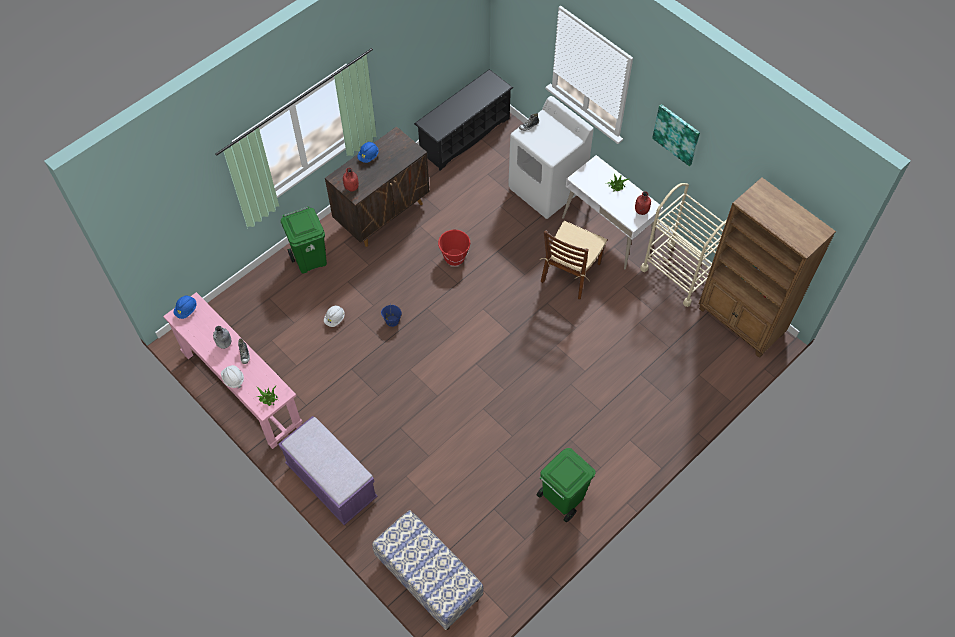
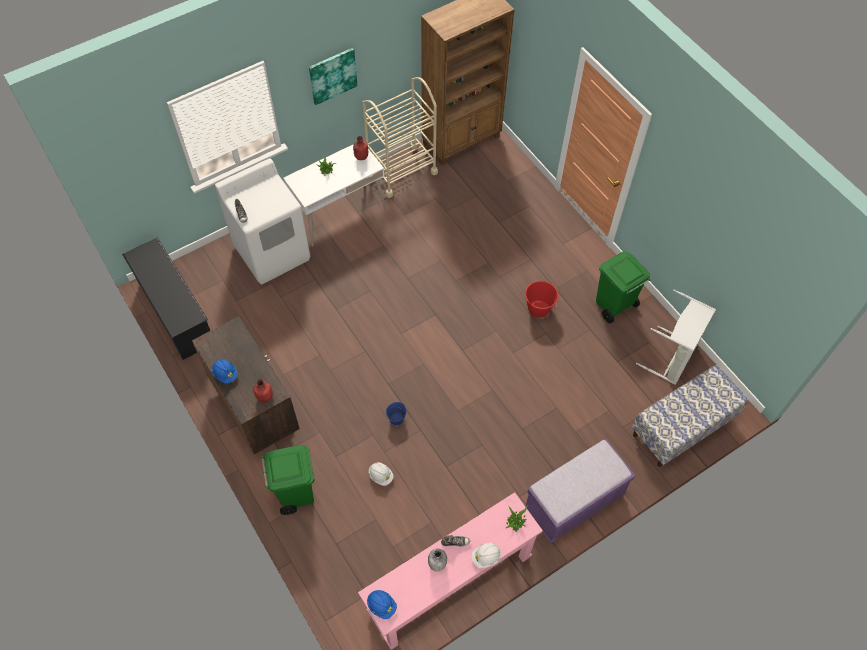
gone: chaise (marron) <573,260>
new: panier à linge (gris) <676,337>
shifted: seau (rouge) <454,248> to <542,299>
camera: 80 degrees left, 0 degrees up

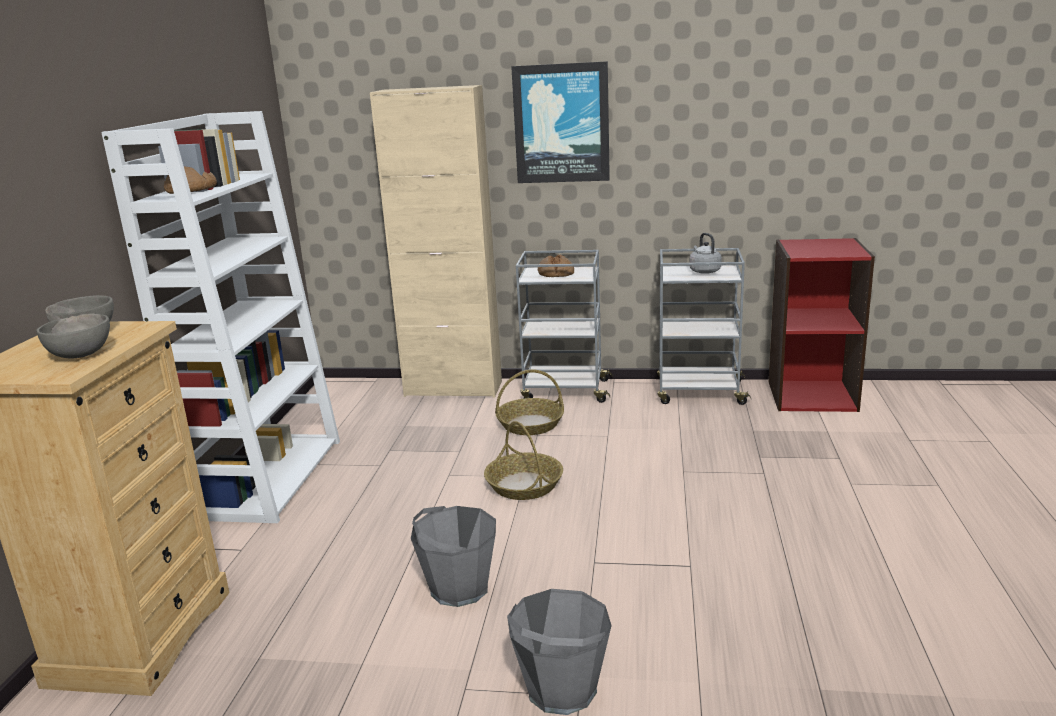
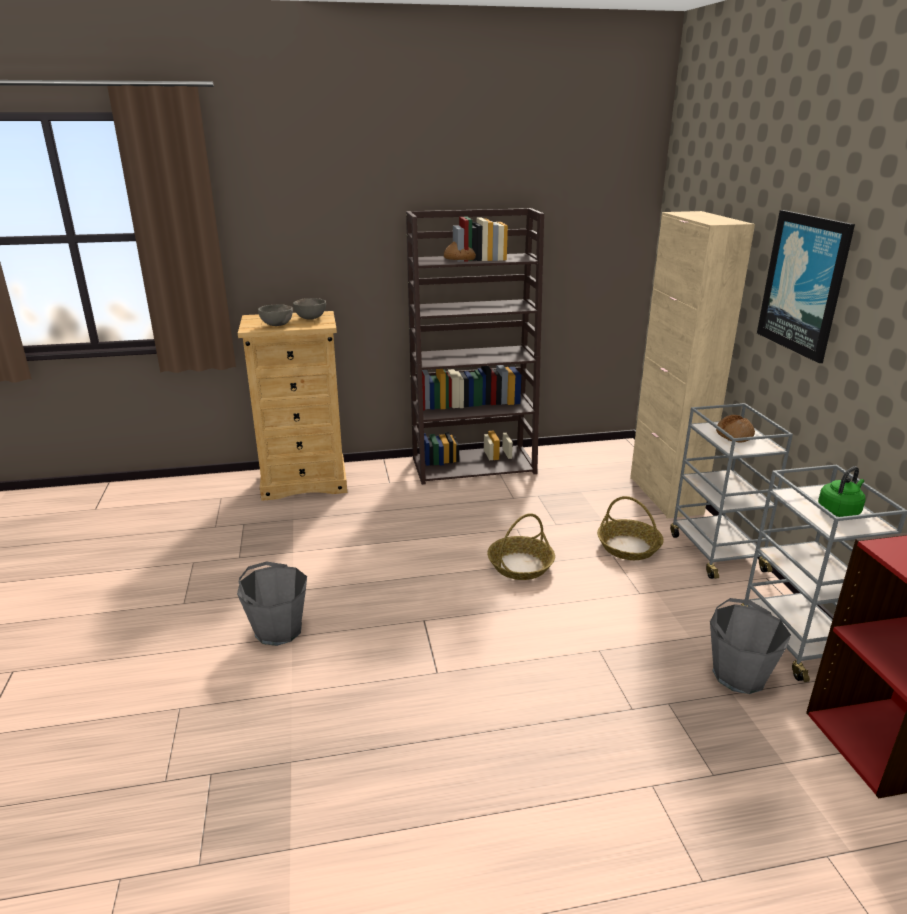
shifted: seau (gris) <453,556> to <750,646>
repainted: bibliothèque (blanc) <220,317> to bibliothèque (marron) <475,346>; bouilloire (gris) <706,253> to bouilloire (vert) <842,491>
camera: 70 degrees right, 5 degrees up

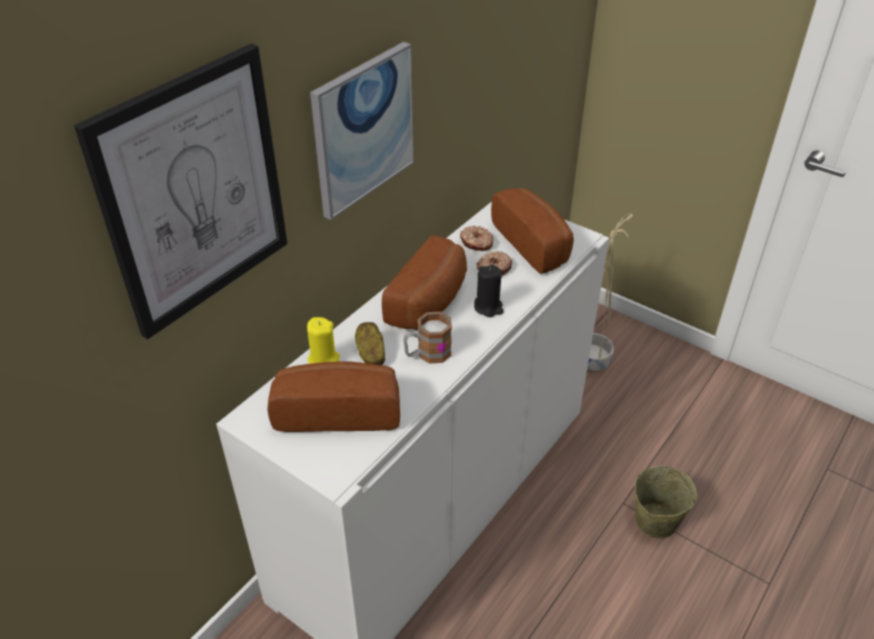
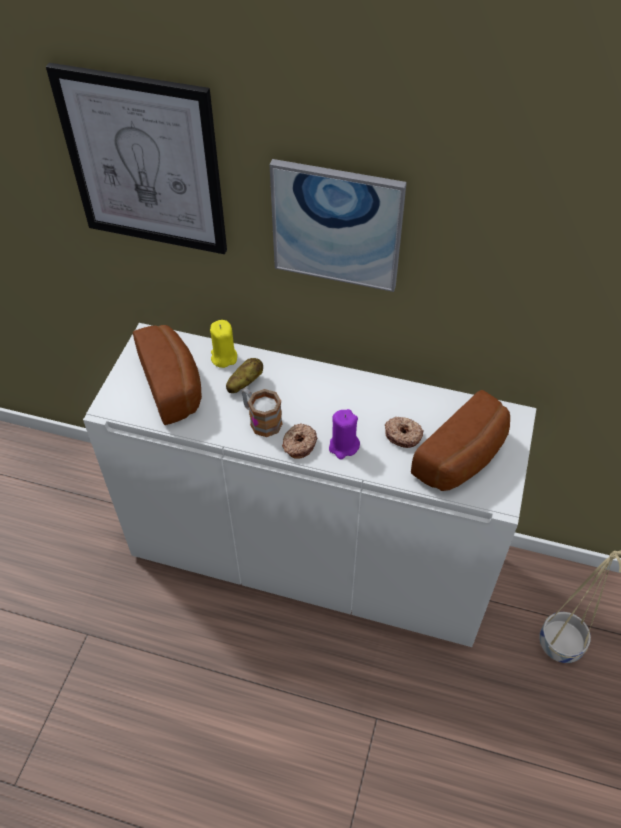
gone: pain <424,282>; seau (beige) <666,502>
shifted: beignet <477,238> to <299,441>
repainted: bougie (noir) <489,291> to bougie (violet) <344,434>
camera: 70 degrees right, 10 degrees up

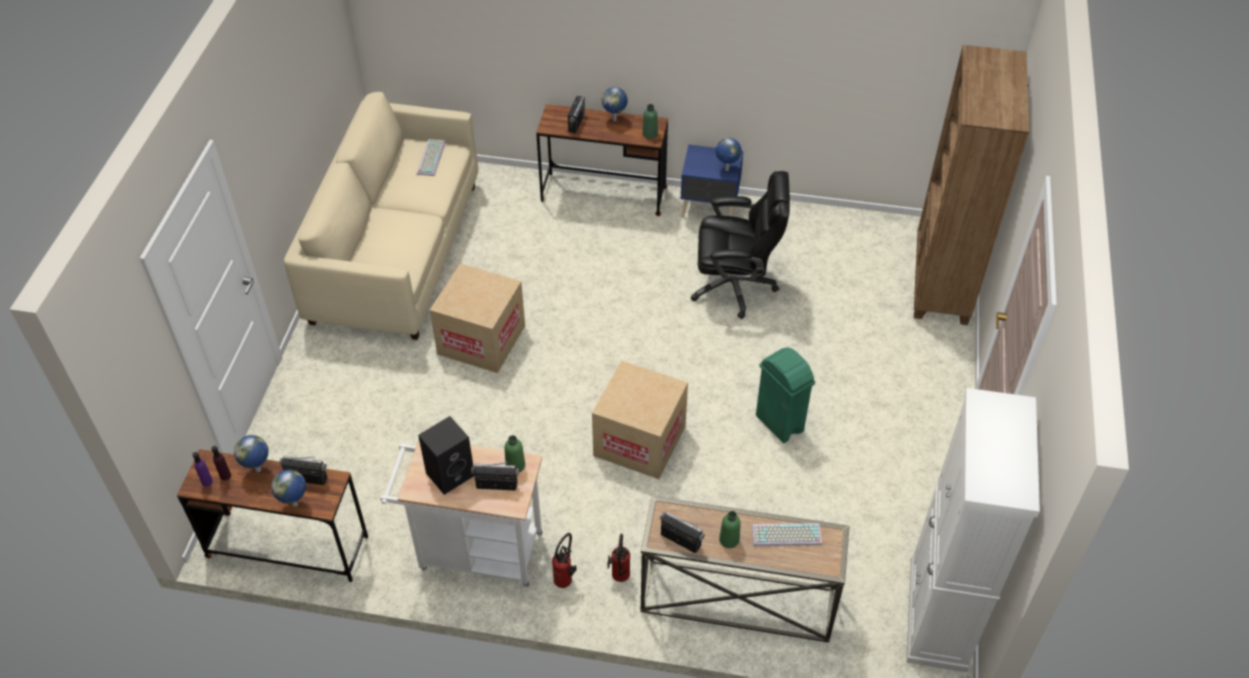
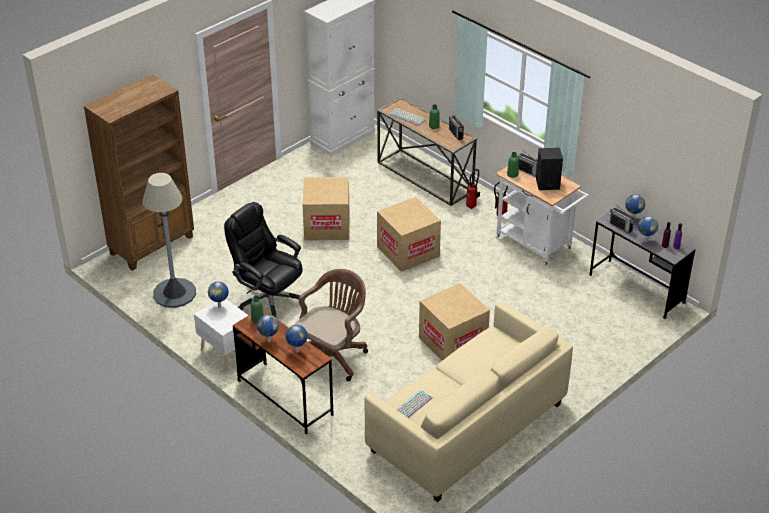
new: lampadaire (gris) <169,240>; chaise de bureau (marron) <331,325>
swapped: radio <576,114> to globe <296,339>; poubelle (vert) <785,395> to carton <326,208>
repainted: table de chevet (bleu) <712,180> to table de chevet (blanc) <221,335>; bureau (marron) <272,515> to bureau (gris) <642,262>
camera: 145 degrees left, 10 degrees down

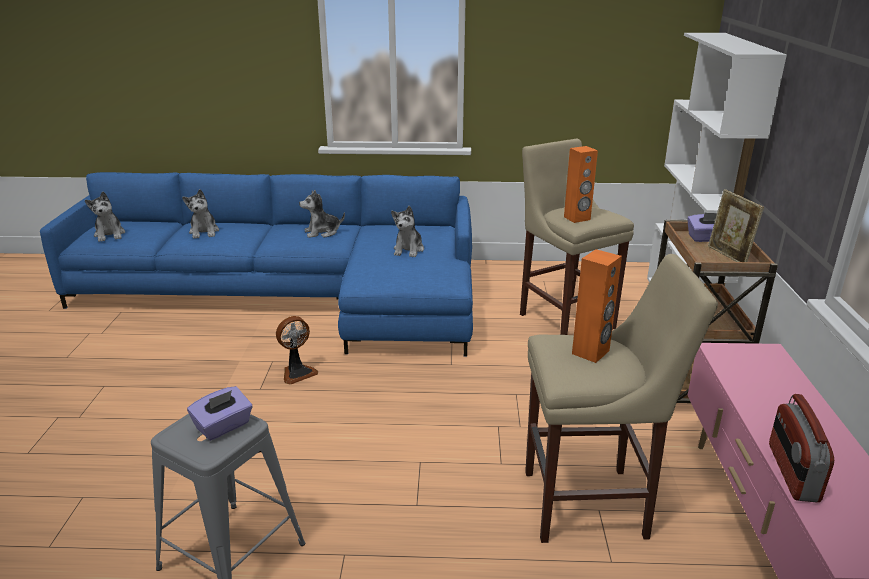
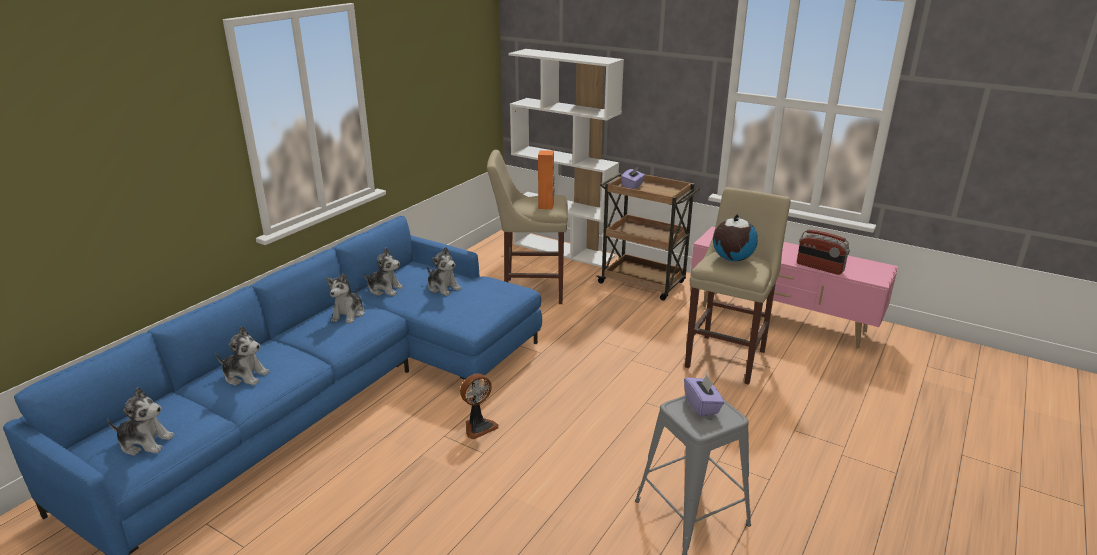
gone: cadre photo <736,225>
new: peluche <384,272>
swapped: enceinte (orange) <597,306> to globe <735,237>
rotated: ventilateur <297,350> = <479,406> 60 degrees clockwise
camera: 60 degrees left, 0 degrees up

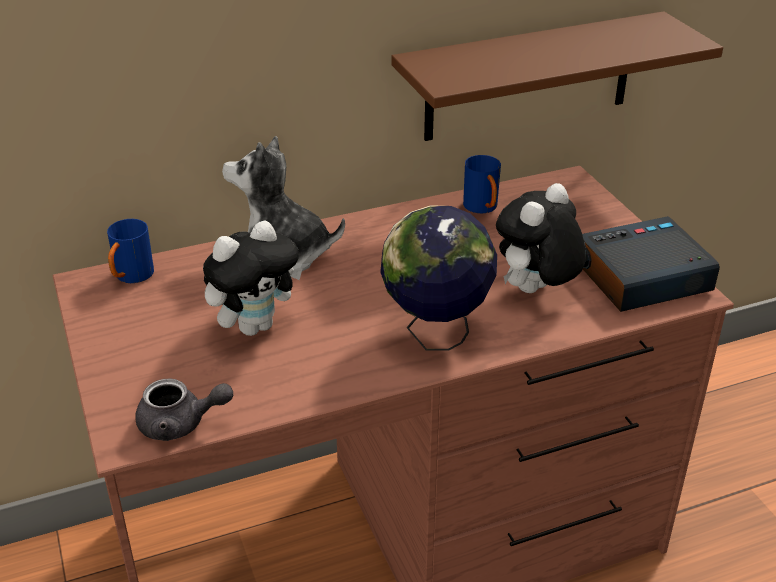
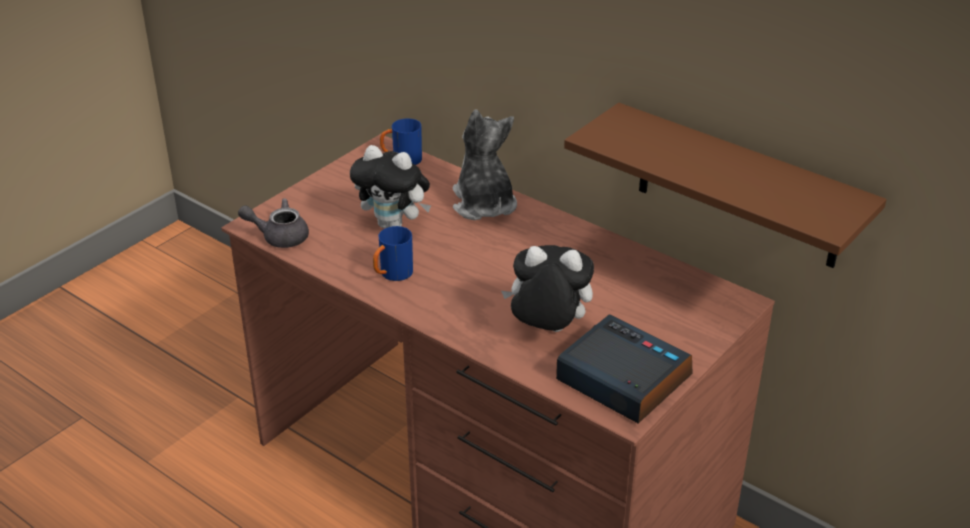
gone: globe <438,278>
shifted: mug (bleu) <482,184> to <393,253>
rotated: théière (gris) <184,409> = <273,223> 120 degrees clockwise
camera: 60 degrees right, 0 degrees up

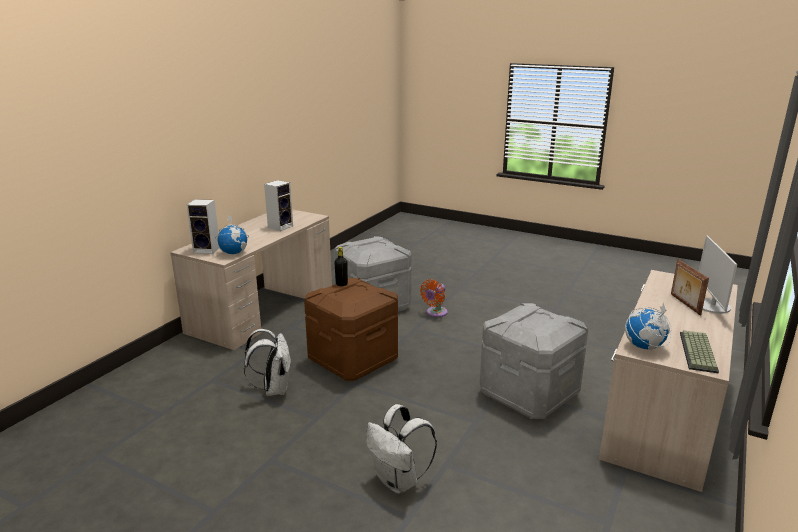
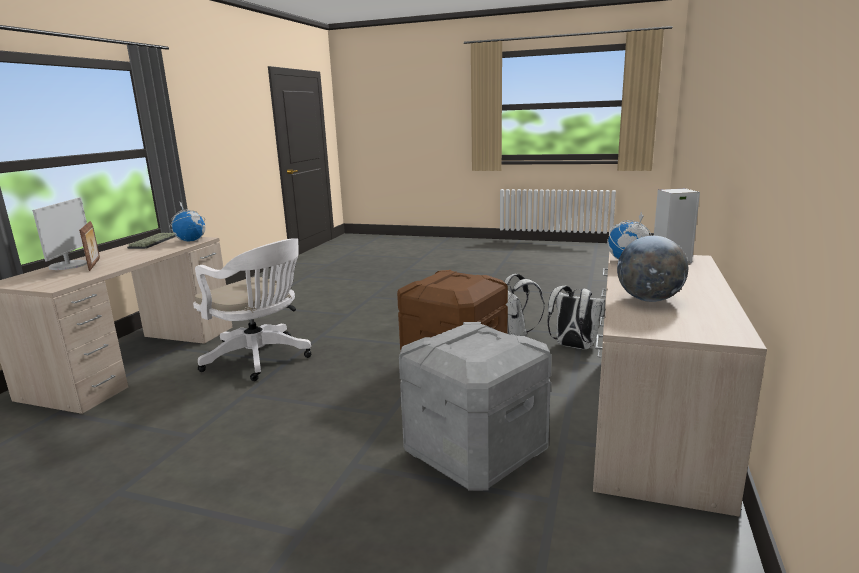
gone: bouteille (noir) <341,266>; ventilateur (orange) <434,298>
shifted: sac à dos (blanc) <401,449> to <576,317>
swapped: boîte de rangement (gris) <534,361> to chaise de bureau (blanc) <252,309>; enceinte <278,205> to globe <652,269>
camera: 170 degrees right, 5 degrees down

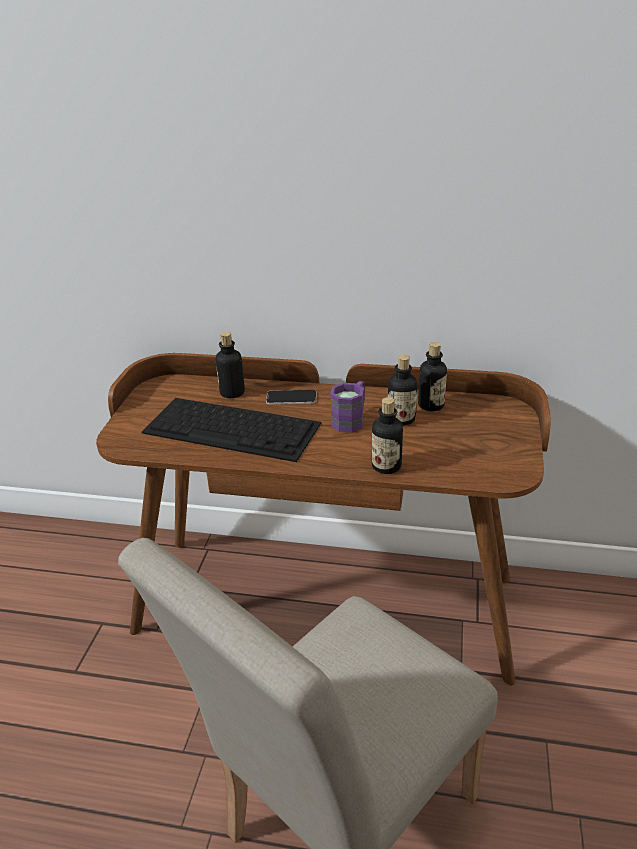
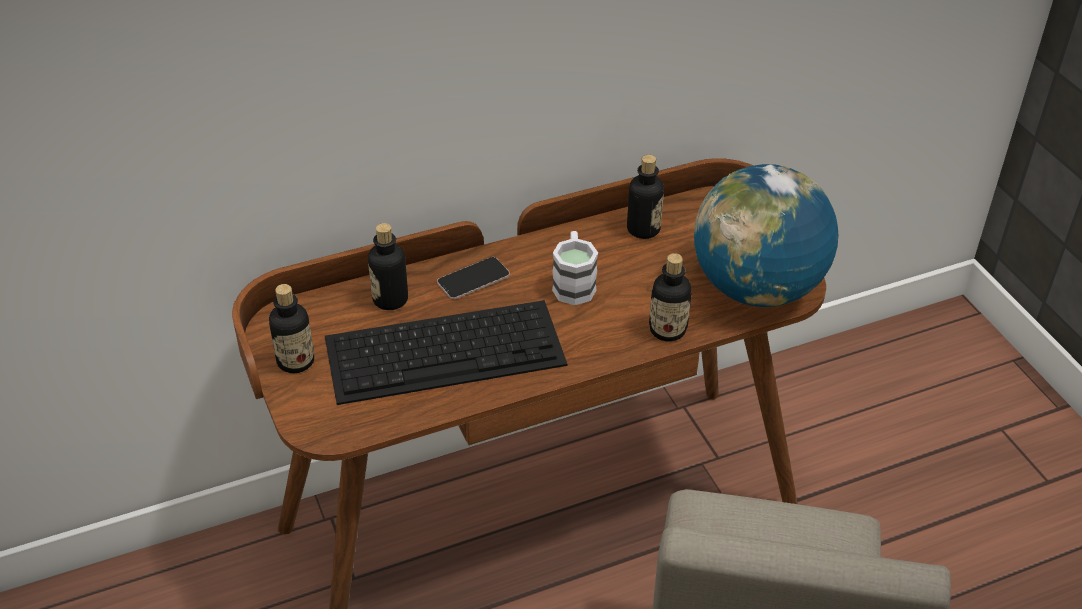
new: globe <766,235>
shifted: bouteille <402,390> to <291,328>
repainted: mug (violet) <347,407> to mug (blanc) <575,268>
camera: 35 degrees left, 10 degrees up

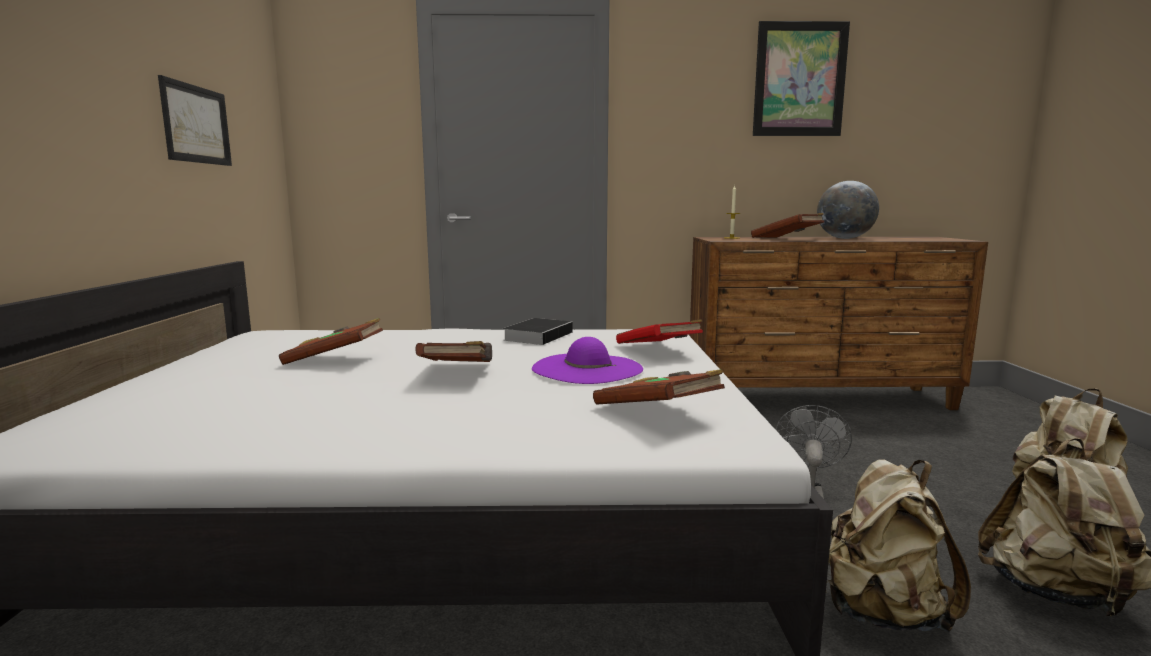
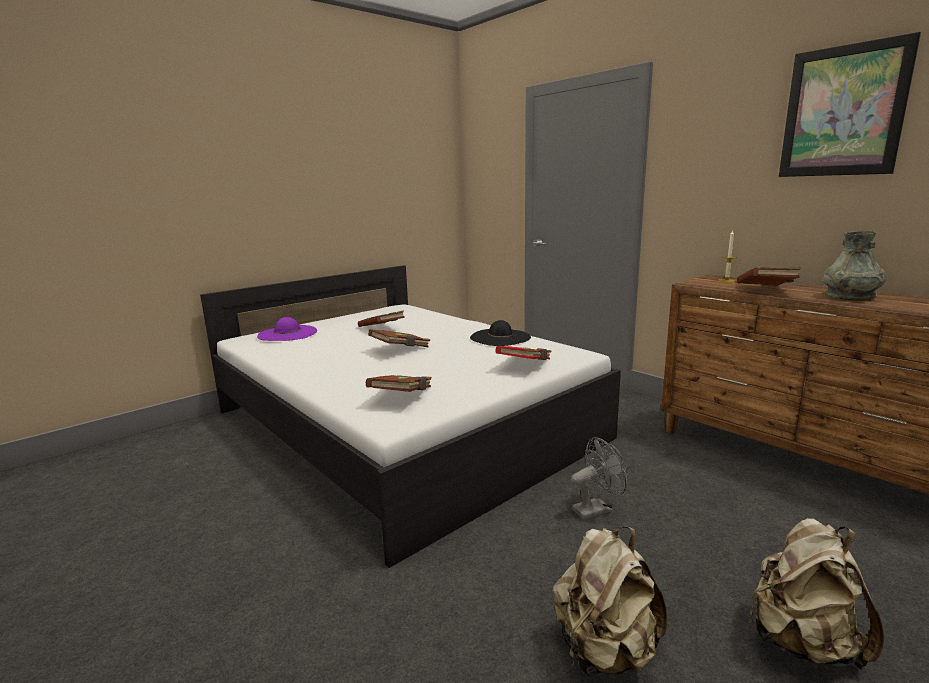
gone: tableau <195,120>; sac à dos (beige) <899,546>
shifted: chapeau (violet) <587,360> to <287,329>
swapped: livre <538,331> to chapeau (noir) <500,333>; globe <848,210> to vase (gris) <854,266>
camera: 50 degrees right, 5 degrees up

